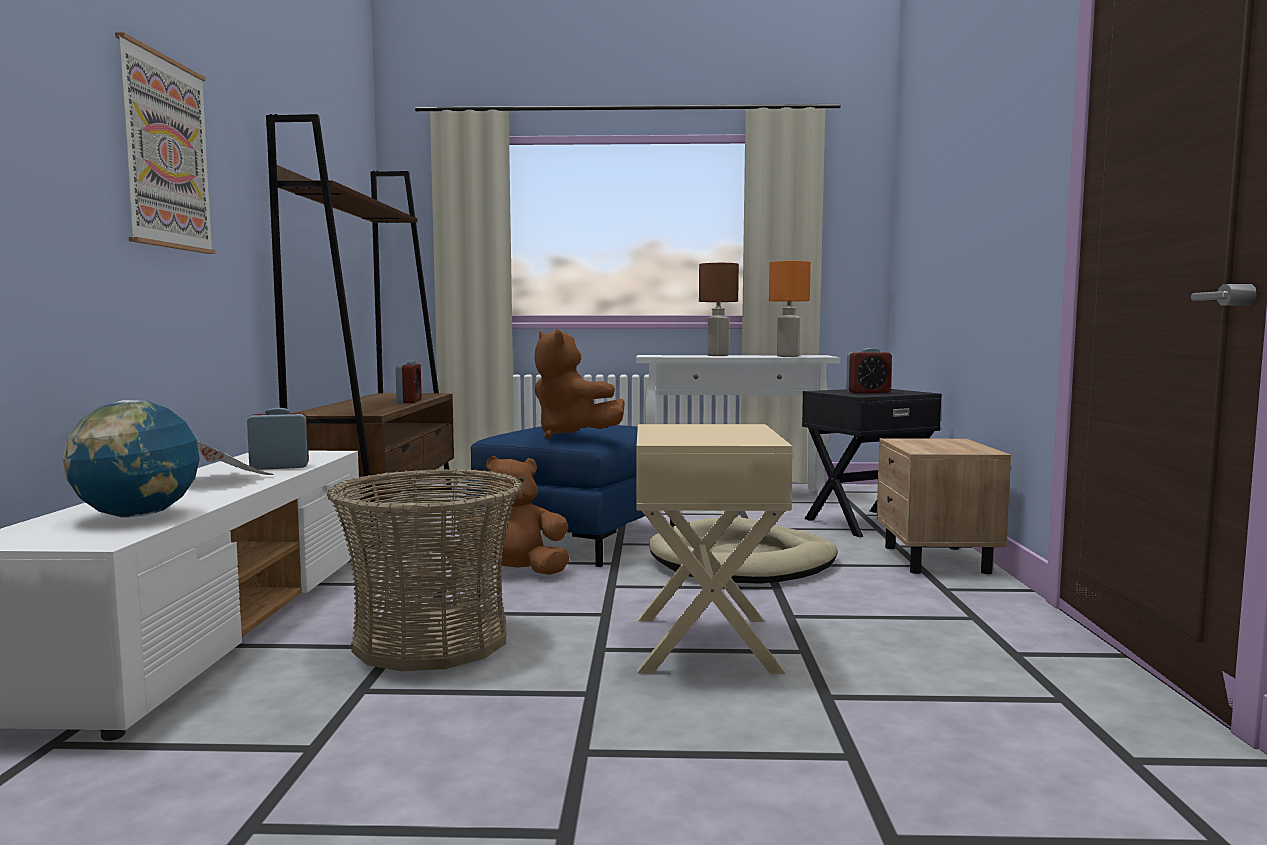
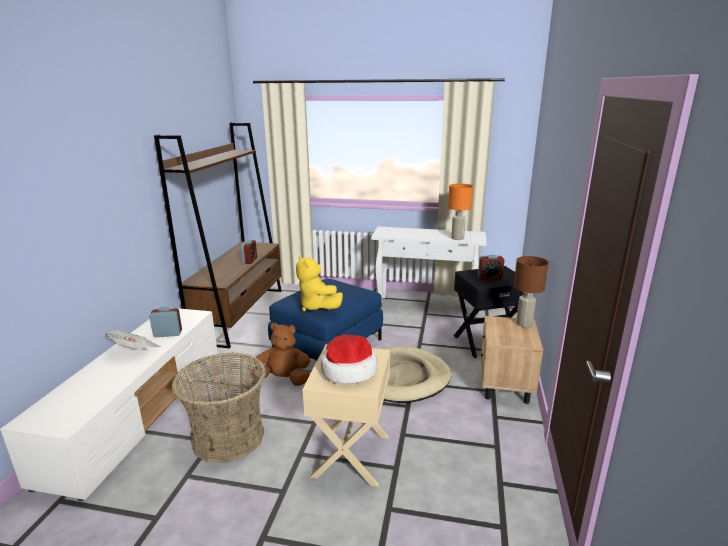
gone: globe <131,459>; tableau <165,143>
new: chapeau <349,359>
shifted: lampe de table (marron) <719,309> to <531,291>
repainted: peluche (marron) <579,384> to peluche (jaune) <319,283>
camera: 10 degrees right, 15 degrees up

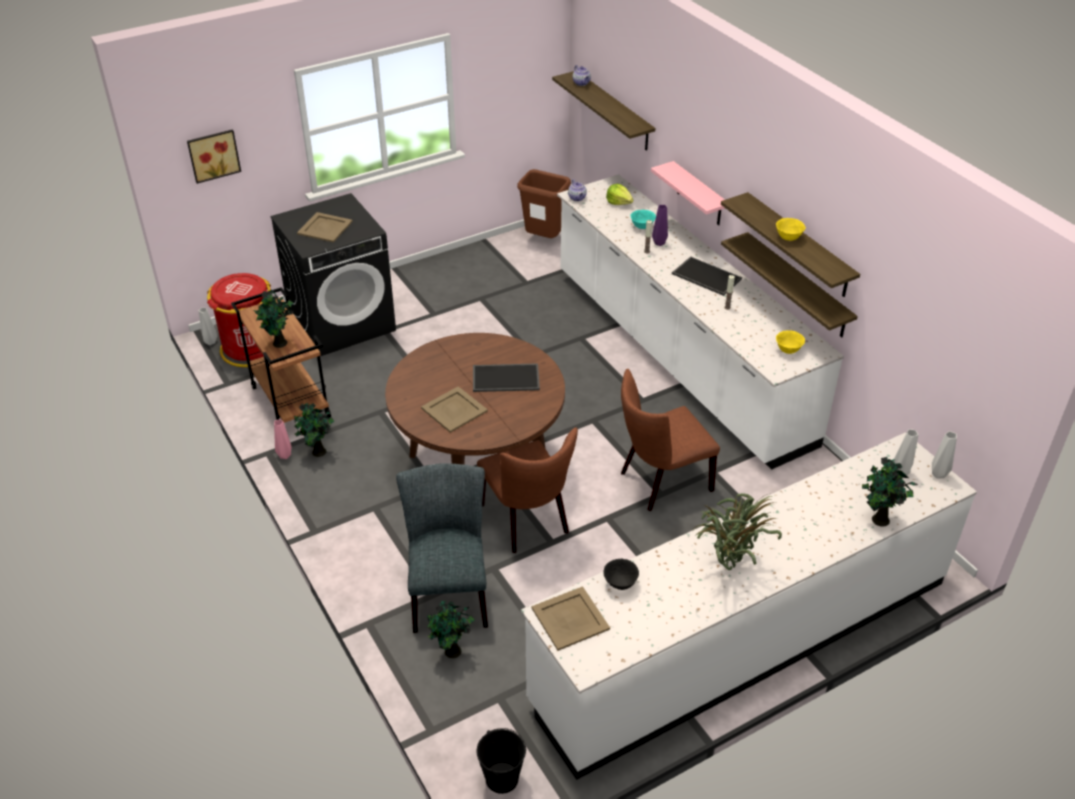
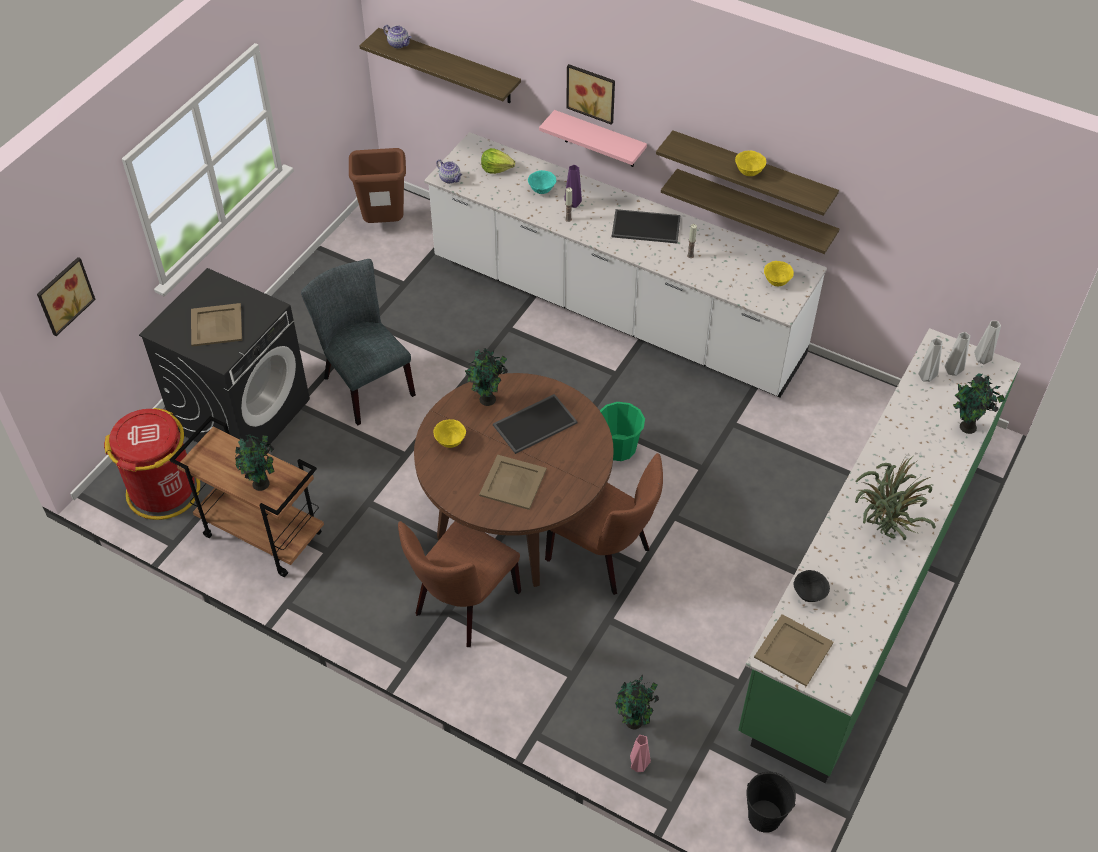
new: bol (jaune) <449,433>; tableau <590,94>; seau (vert) <622,431>
shifted: chaise (gris) <442,548> to <358,342>; chaise (marron) <670,440> to <459,584>; plante en pot <314,430> to <486,377>; vase (rose) <283,439> to <640,753>; vase (gris) <208,326> to <930,360>
repainted: comptoir de cuisine (blanc) <749,606> to comptoir de cuisine (vert) <879,555>
camera: 30 degrees left, 10 degrees up

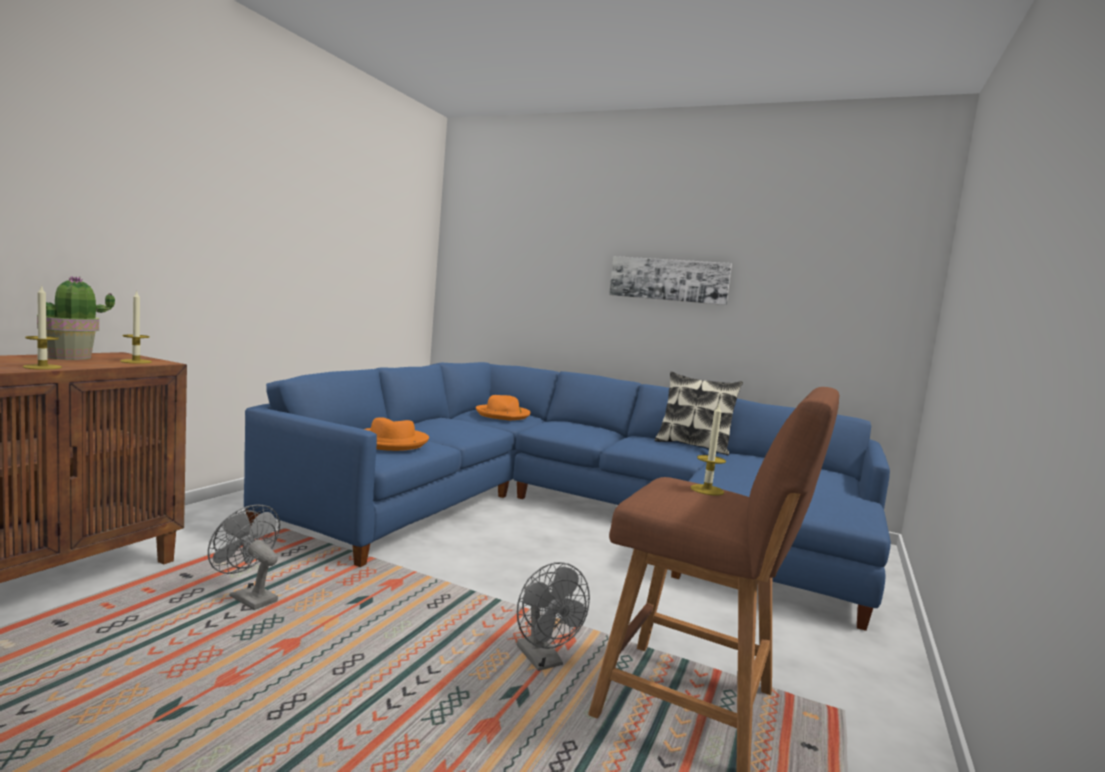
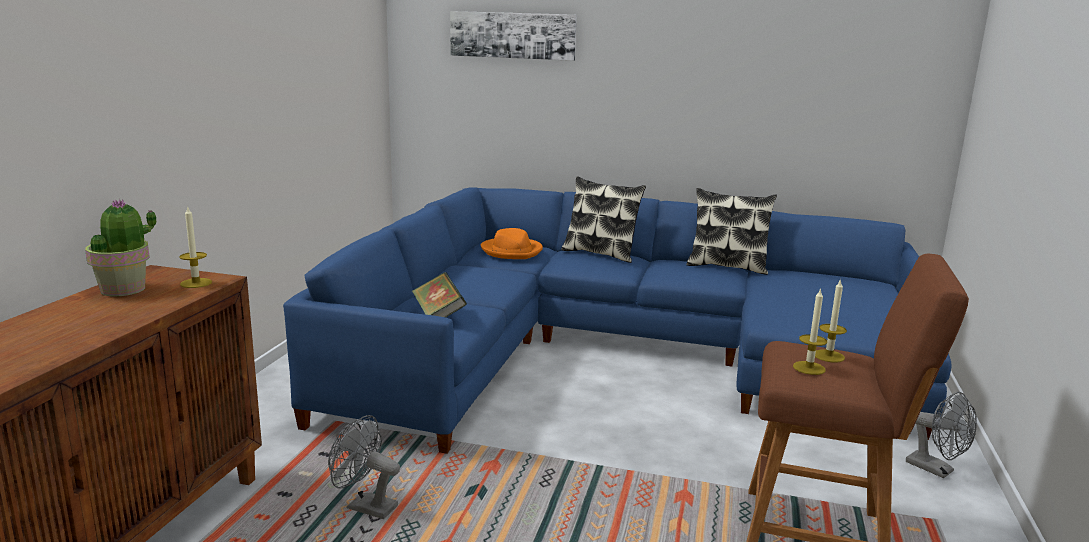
new: coussin <603,220>
shifted: tableau <670,280> to <513,36>; bougie <42,327> to <810,331>; ventilateur (gris) <553,616> to <941,435>
swapped: chapeau (orange) <396,434> to livre <439,294>
camera: 10 degrees left, 10 degrees up

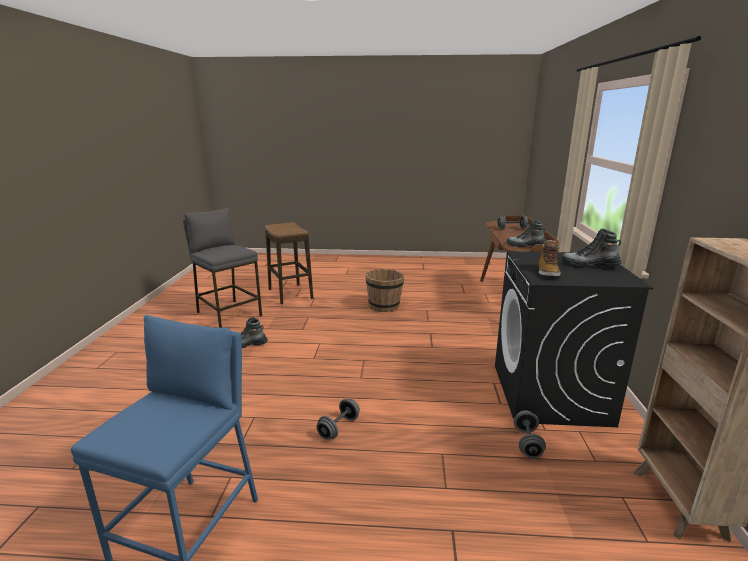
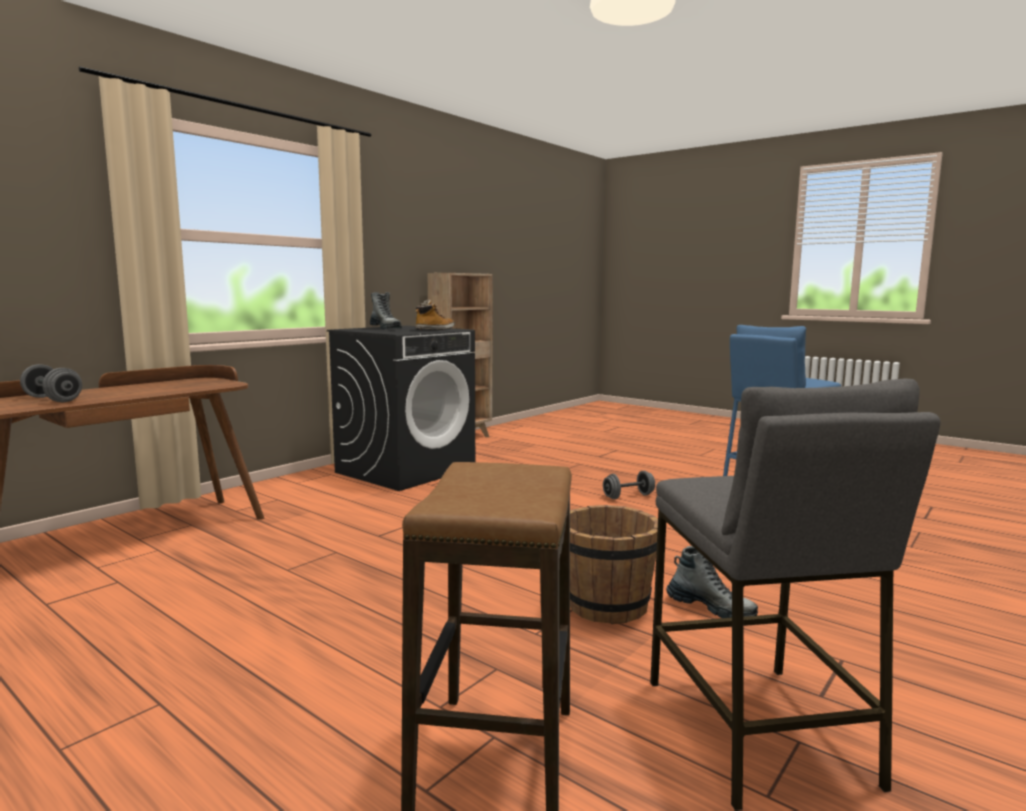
gone: botte <526,233>; haltère (gris) <530,434>
shifted: seau (marron) <385,290> to <614,564>
camera: 145 degrees left, 10 degrees down

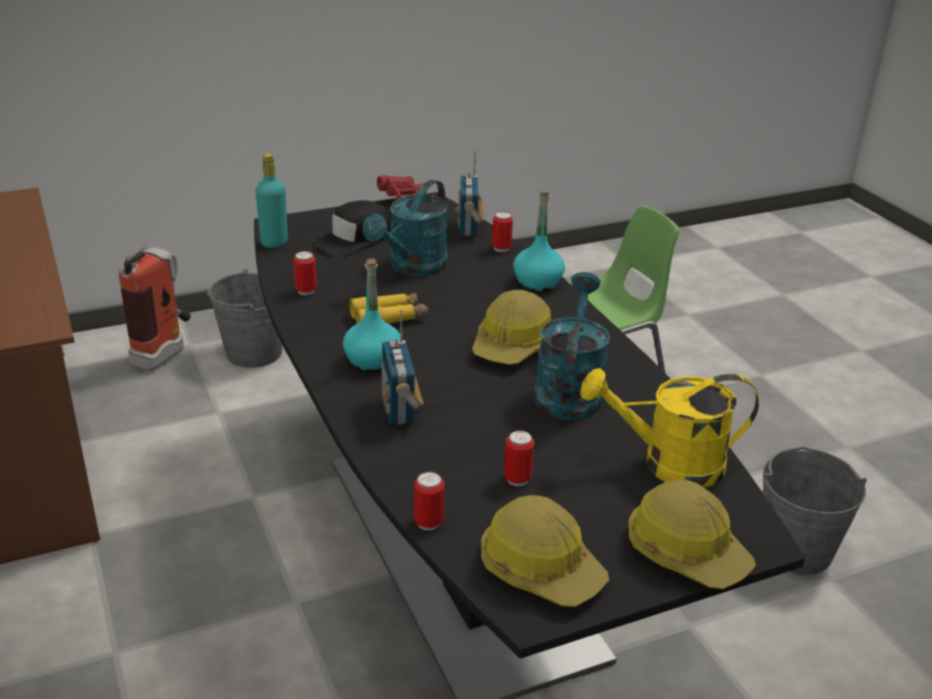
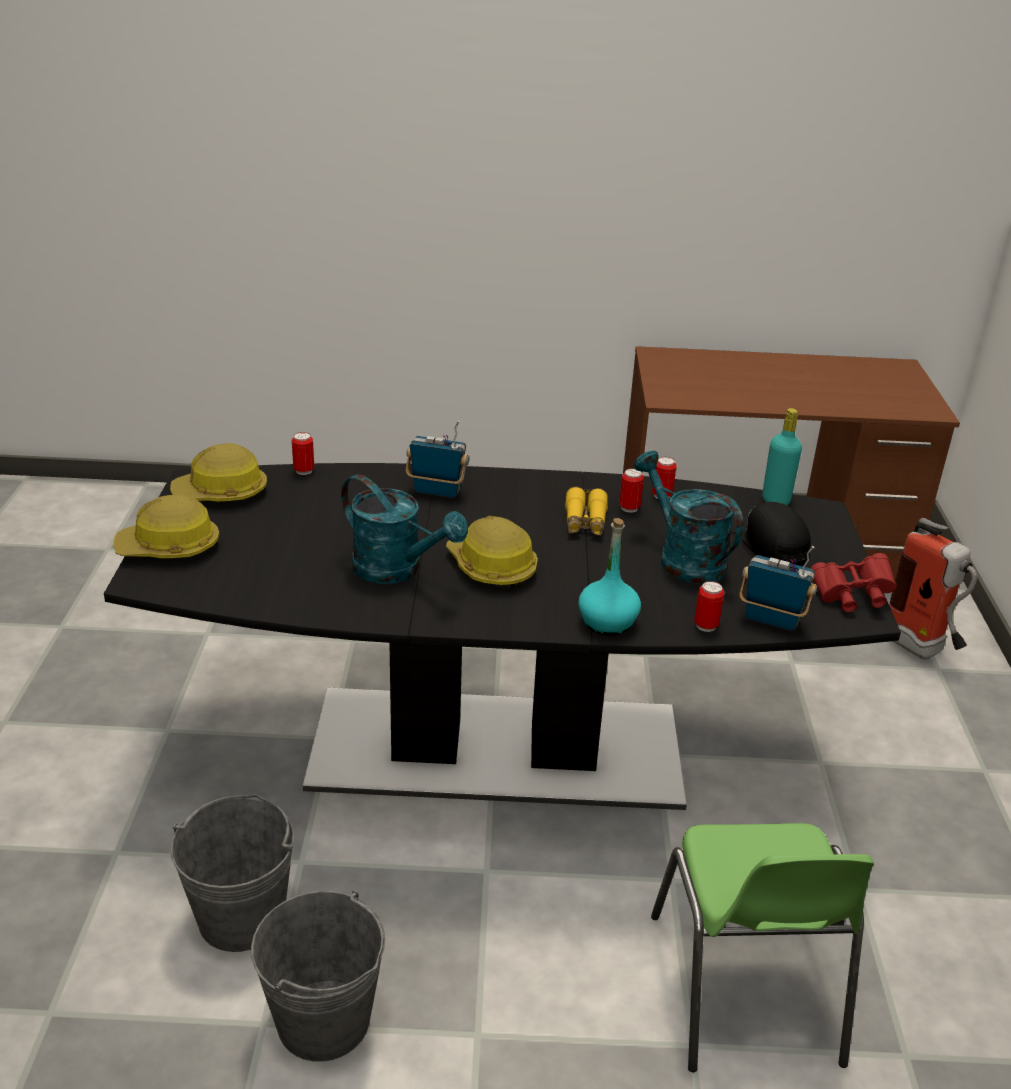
gone: bouteille (turquoise) <372,315>; arrosoir (jaune) <669,428>
shifted: seau (gris) <245,318> to <232,873>; boîte métallique <519,458> to <631,490>
camera: 115 degrees right, 0 degrees up

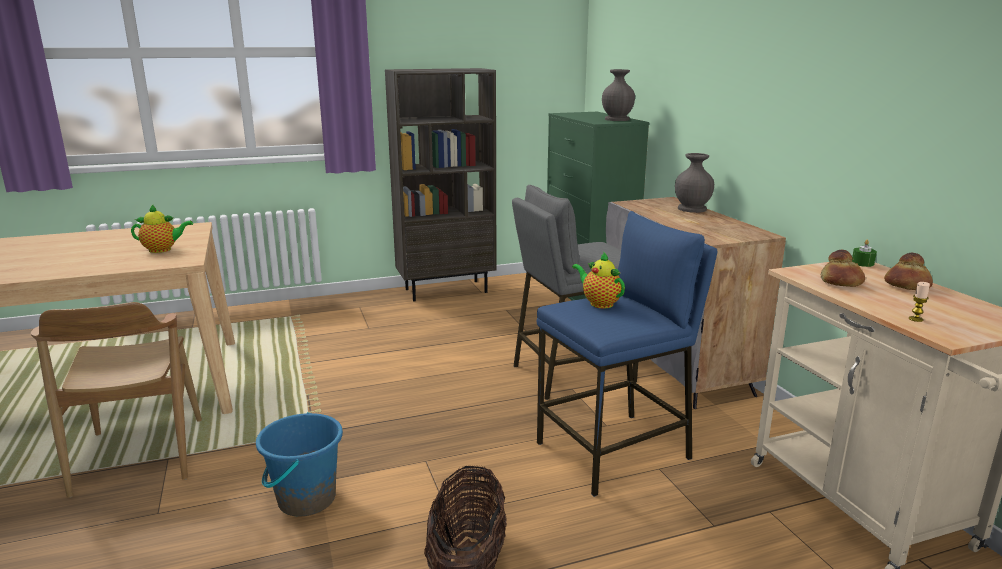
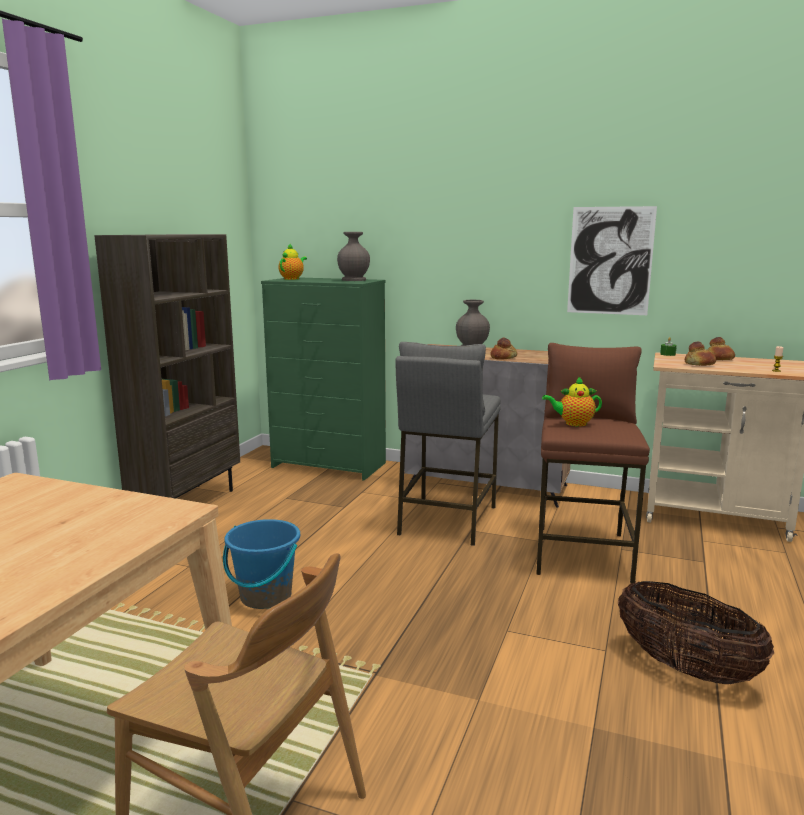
new: pain <503,348>; tableau <612,260>
shifted: seau (bleu) <299,464> to <261,564>; théière <162,228> to <292,261>
repainted: tabouret (bleu) <627,354> to tabouret (marron) <593,463>
camera: 50 degrees left, 5 degrees down

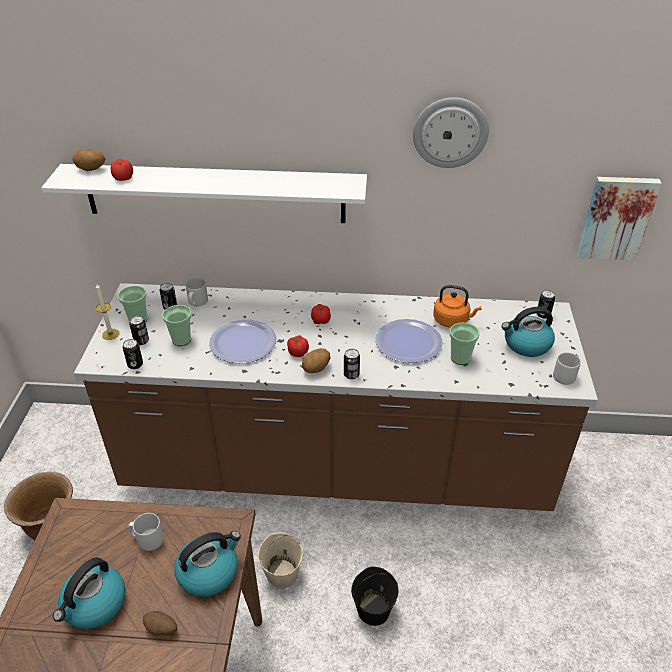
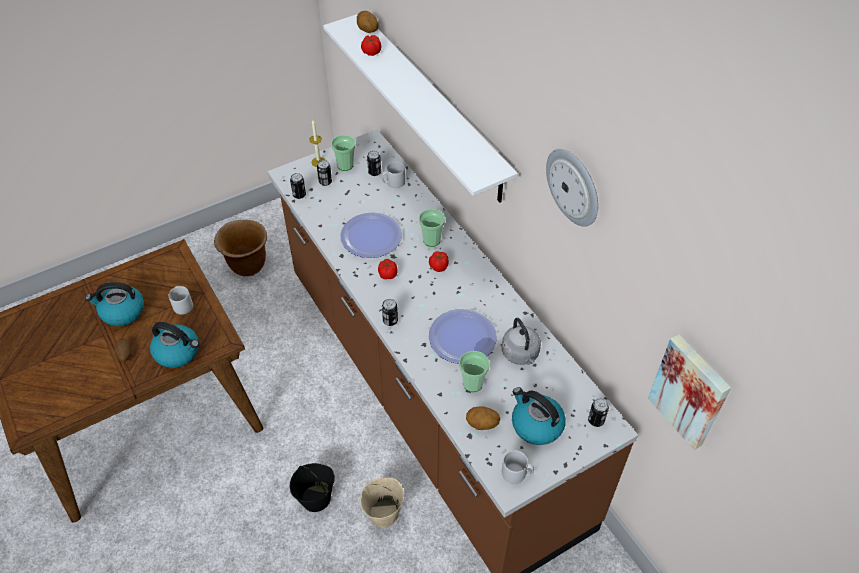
shifted: seau (beige) <280,560> to <382,502>; tasse <177,325> to <432,228>; pomme de terre <316,360> to <483,418>
repainted: bouilloire (orange) <457,306> to bouilloire (gris) <521,341>
camera: 55 degrees right, 10 degrees up

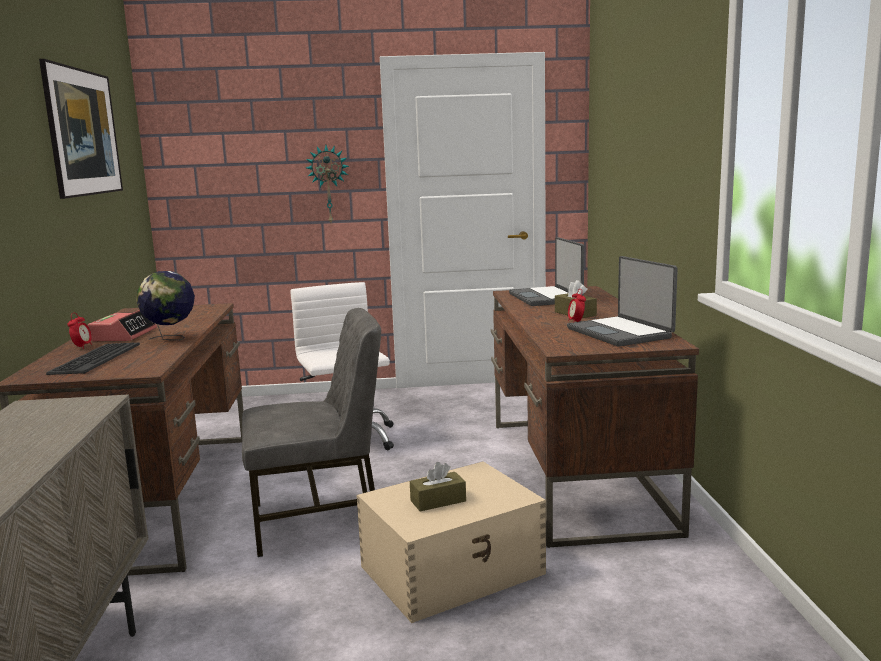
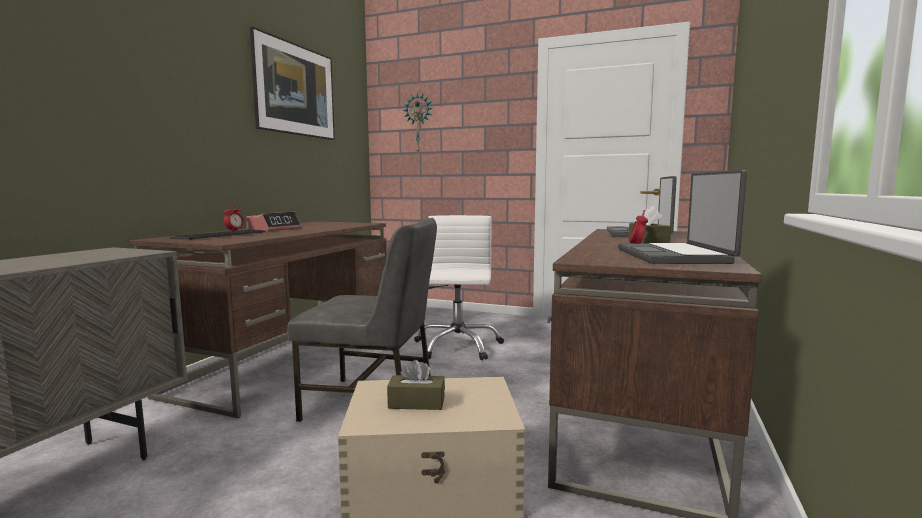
gone: globe <165,305>
shifted: horloge murale <327,184> to <418,122>
camera: 25 degrees right, 5 degrees down

